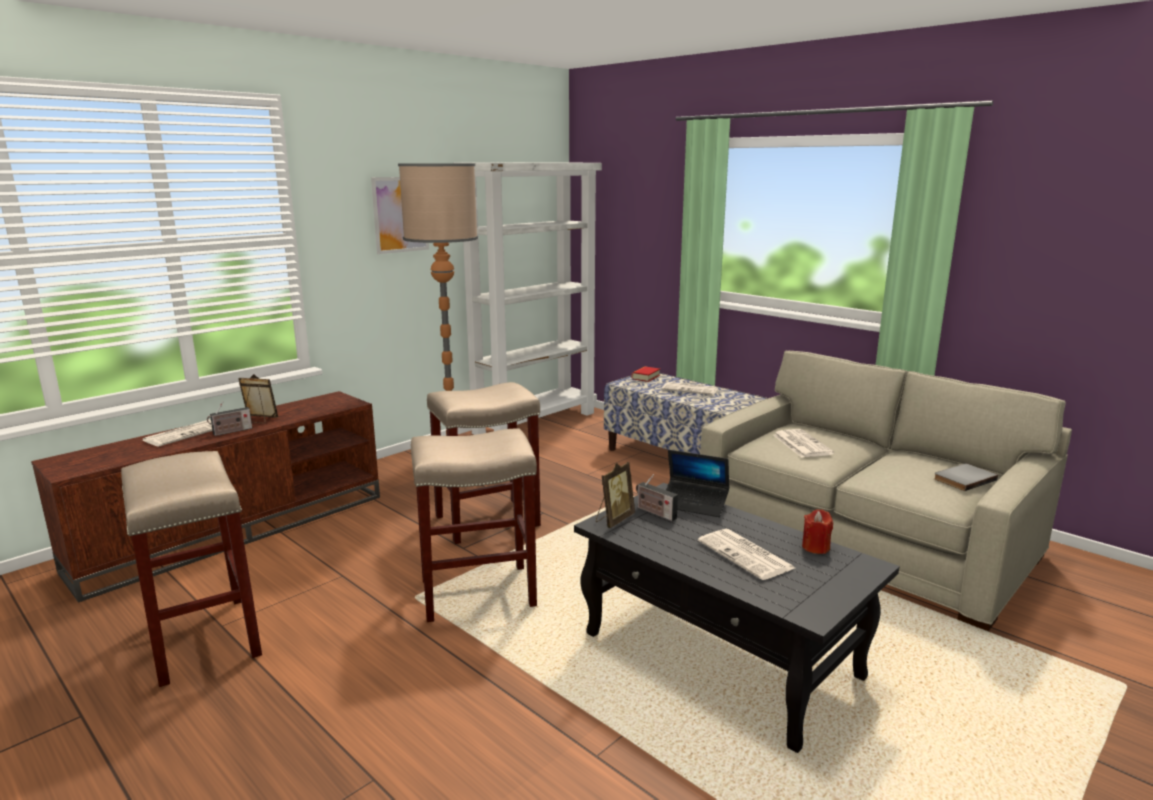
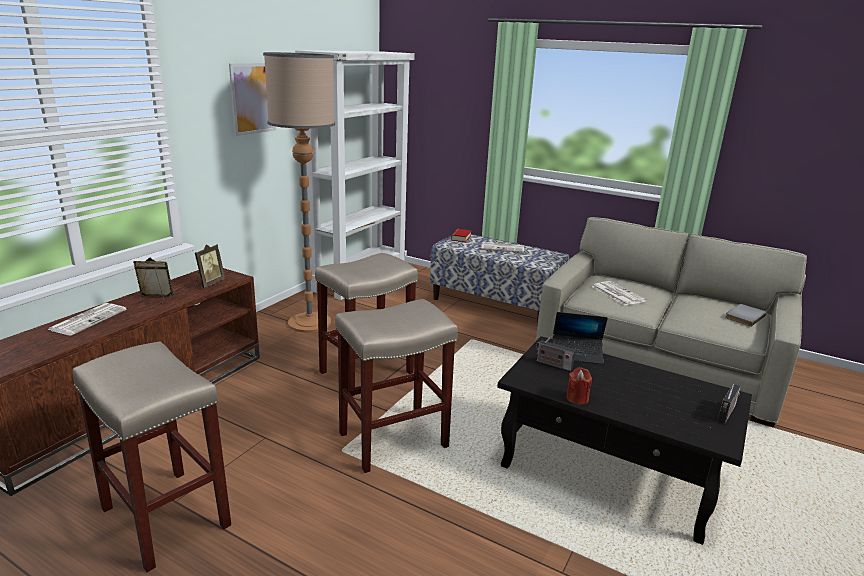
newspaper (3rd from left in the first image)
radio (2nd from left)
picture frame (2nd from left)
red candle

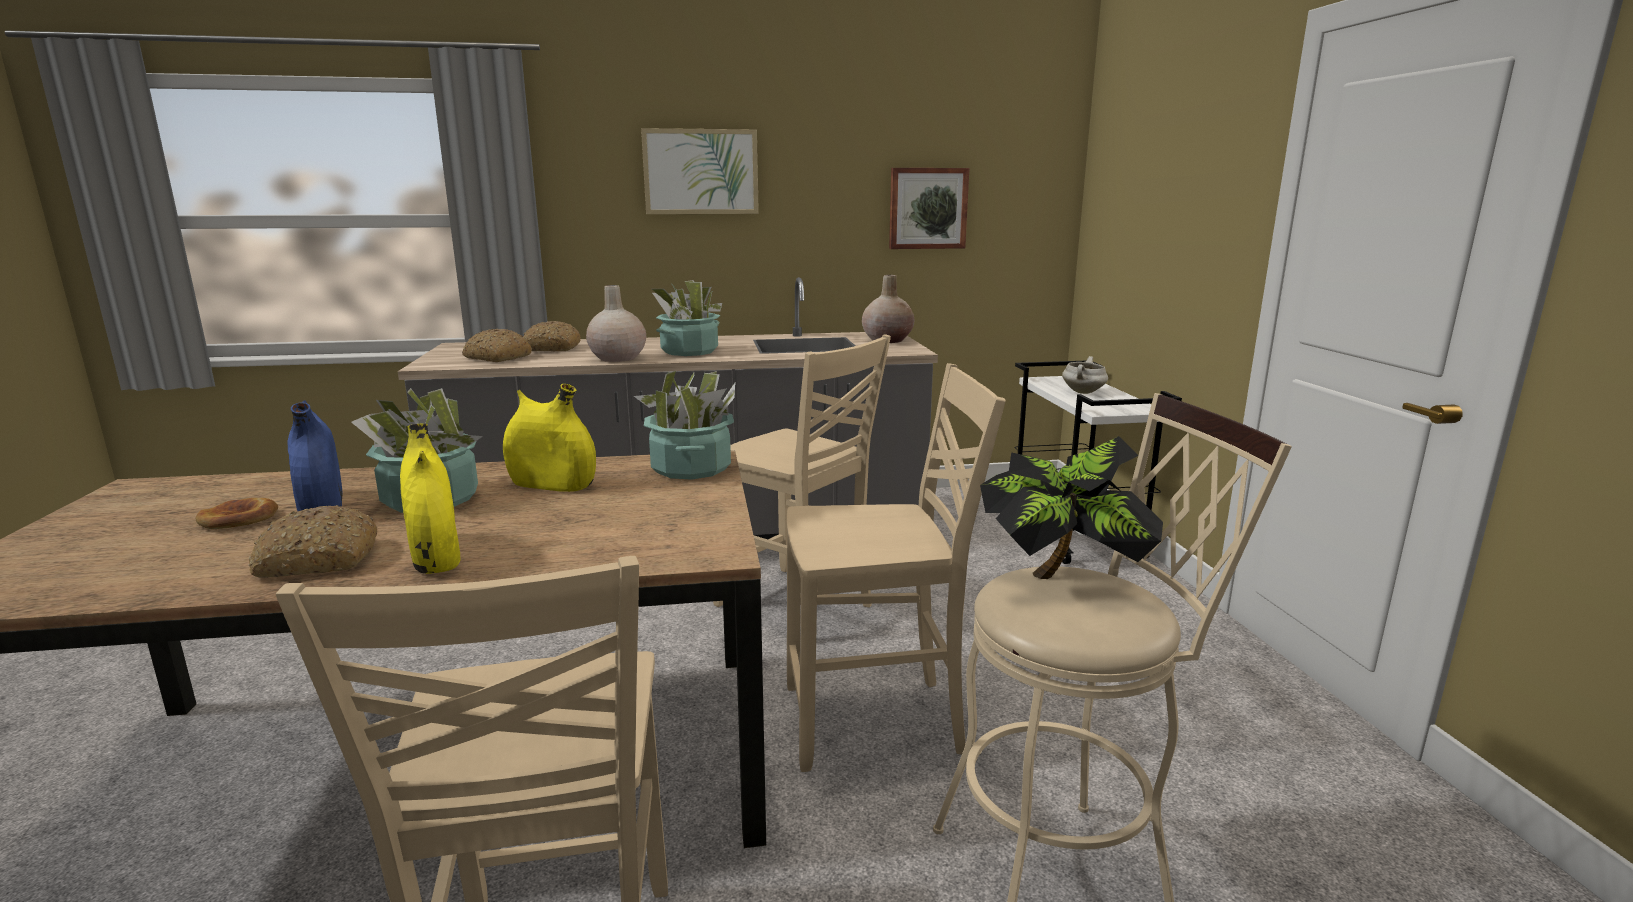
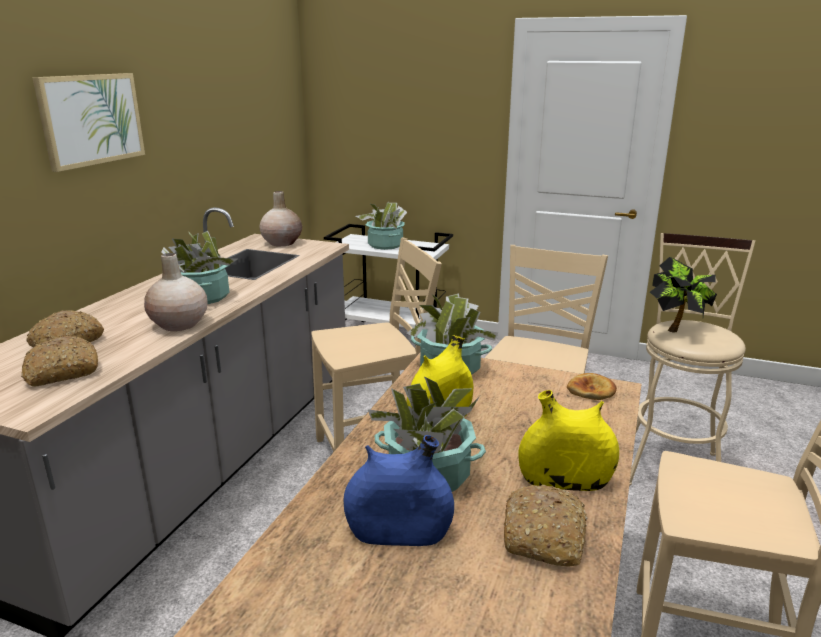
picture (2nd from left in the first image)
bread (4th from left)
potted plant (2nd from left)

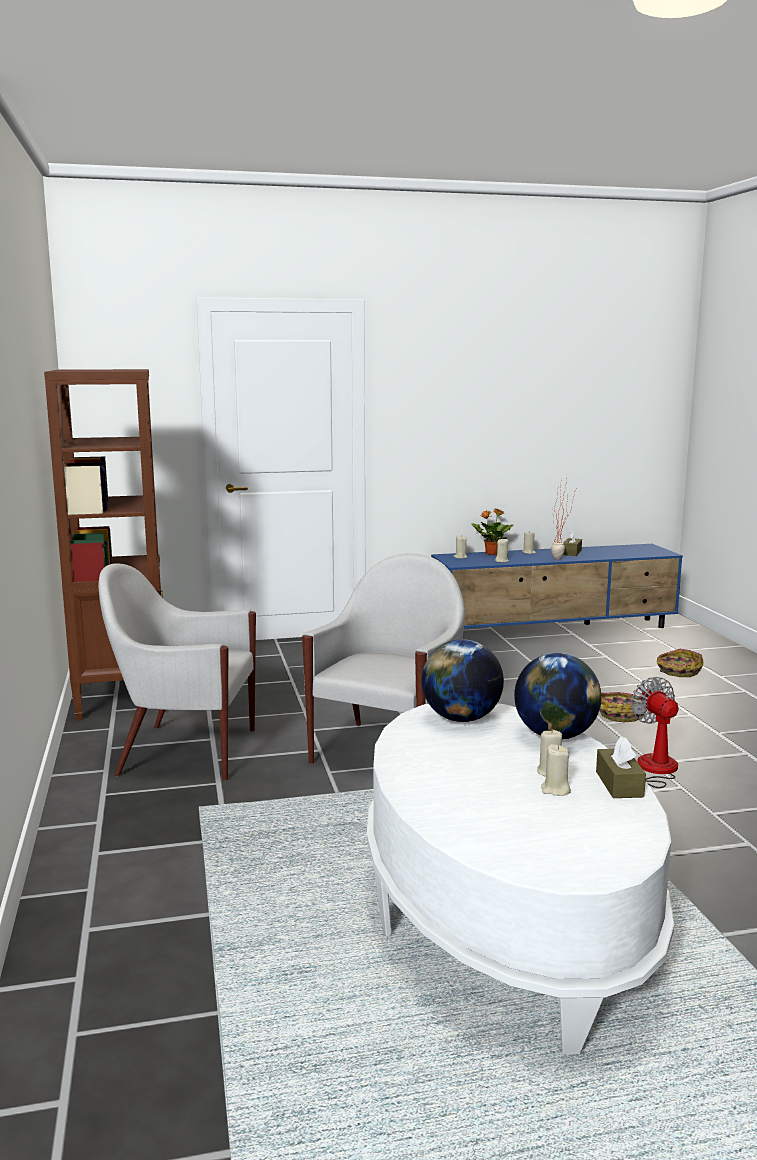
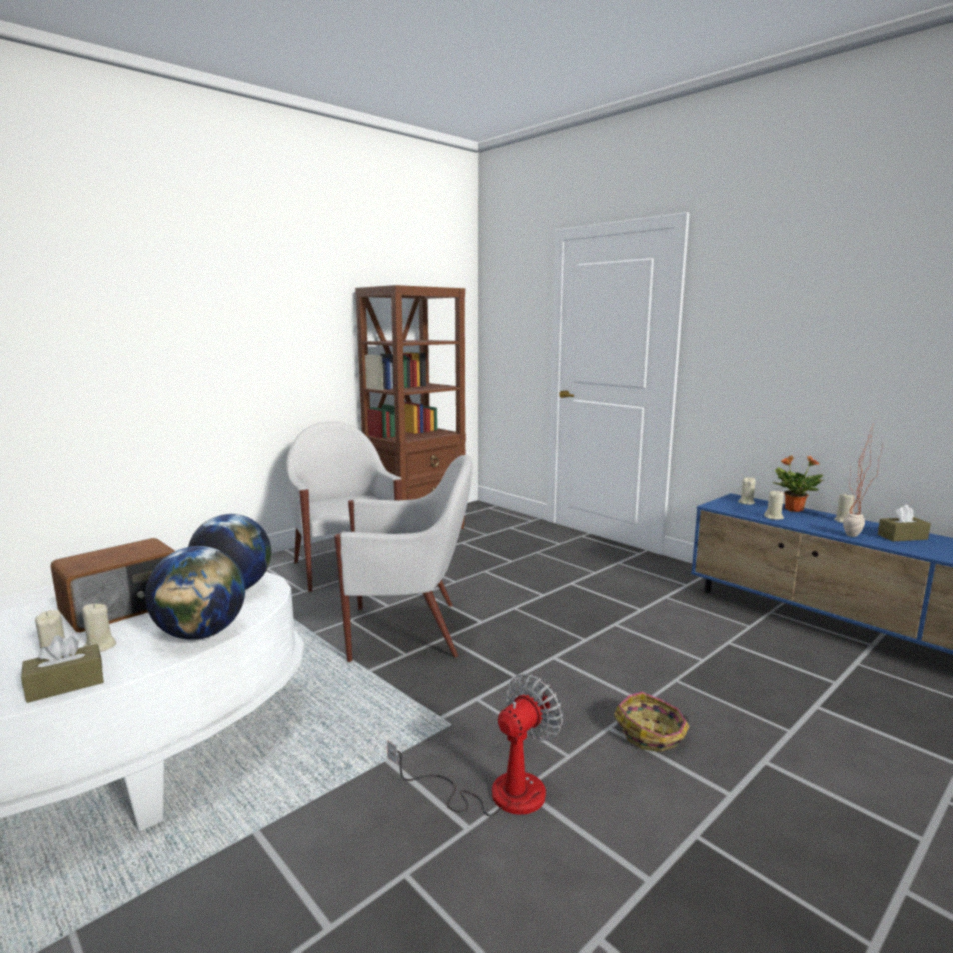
basket (2nd from left in the first image)
radio

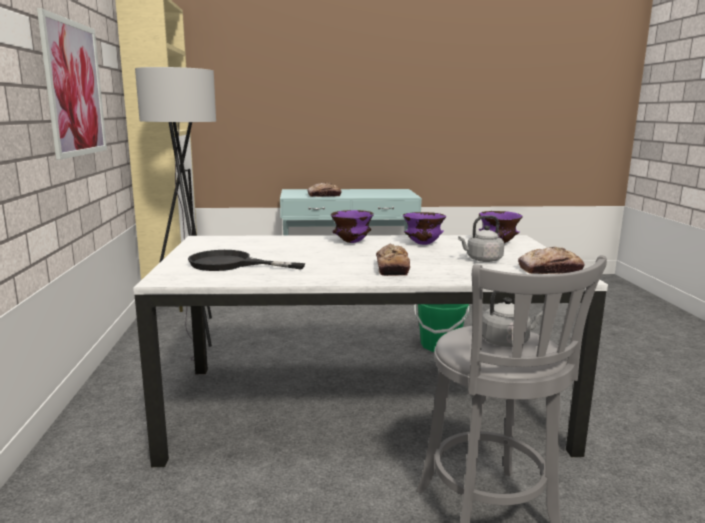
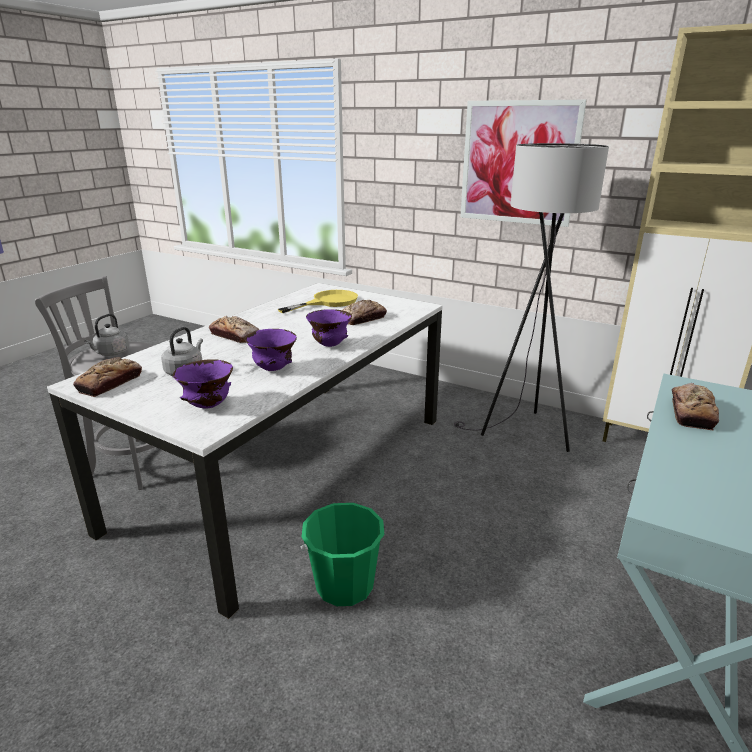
bread (3rd from left)
yellow frying pan

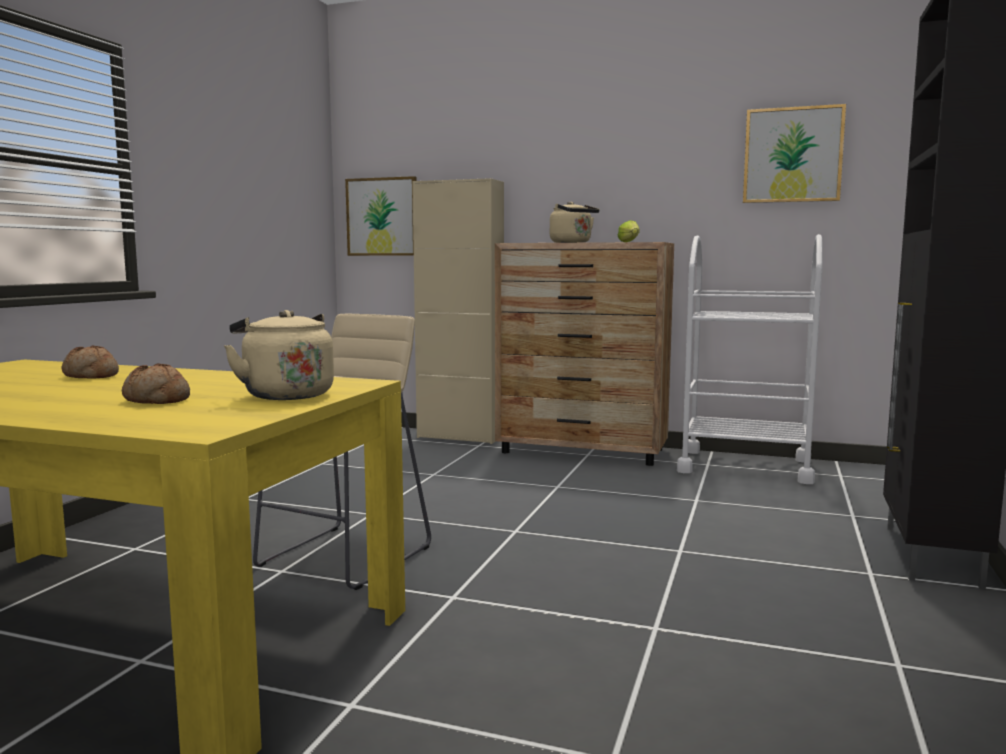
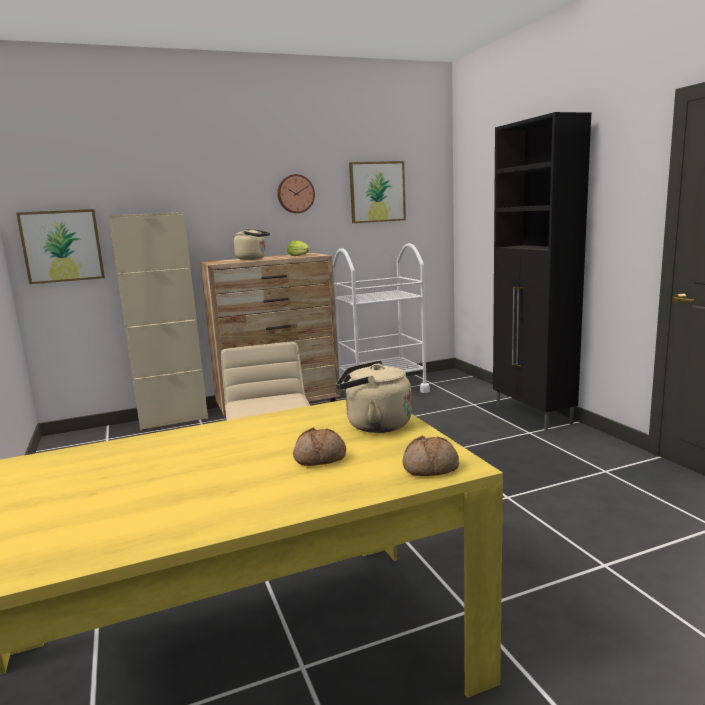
wall clock
bread (2nd from left)

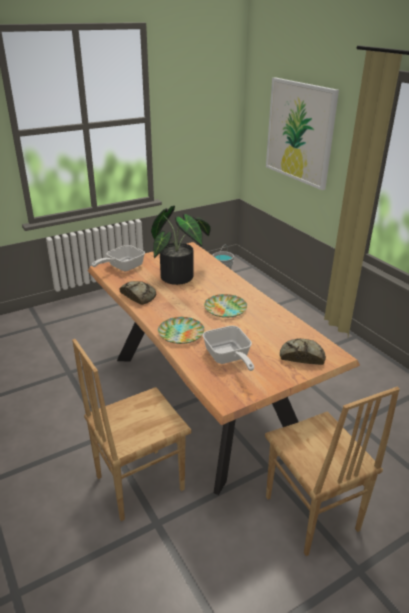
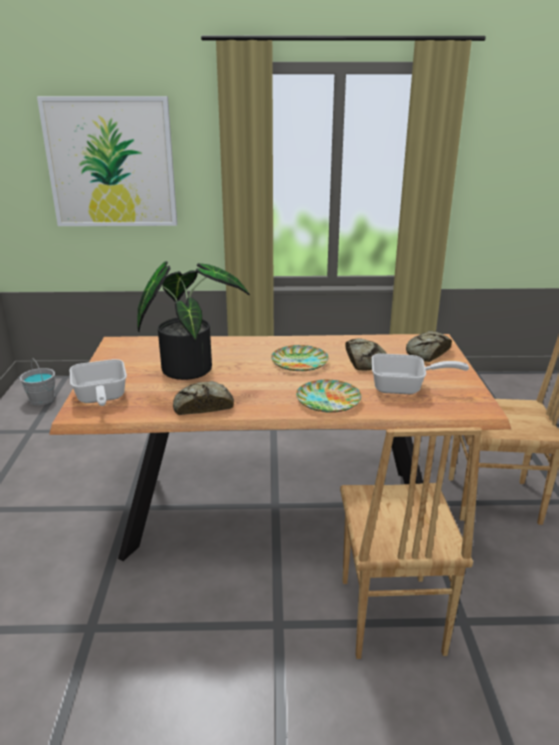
bread (2nd from left)

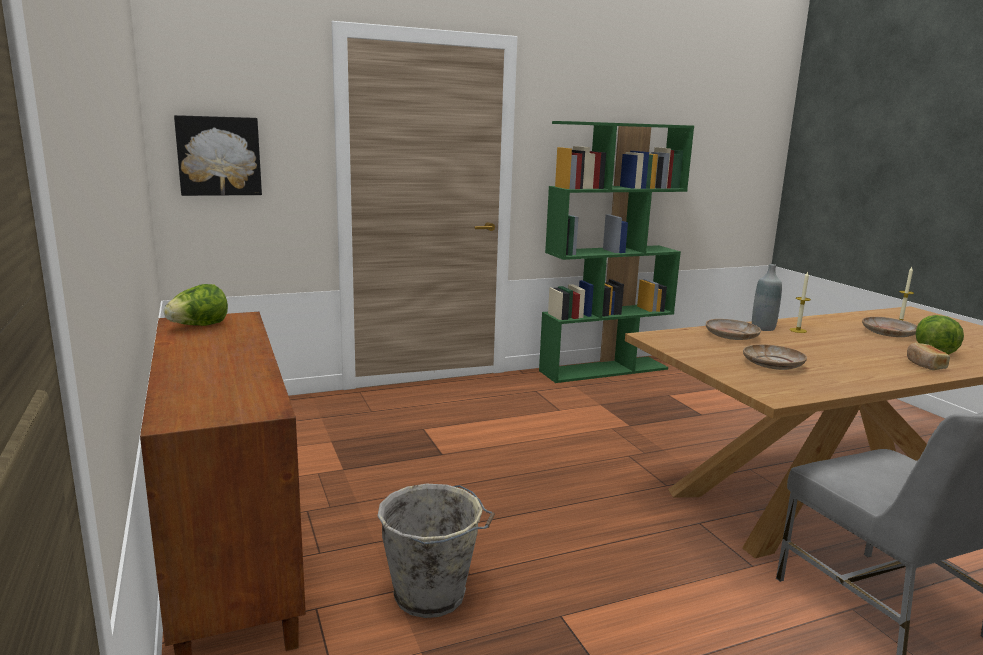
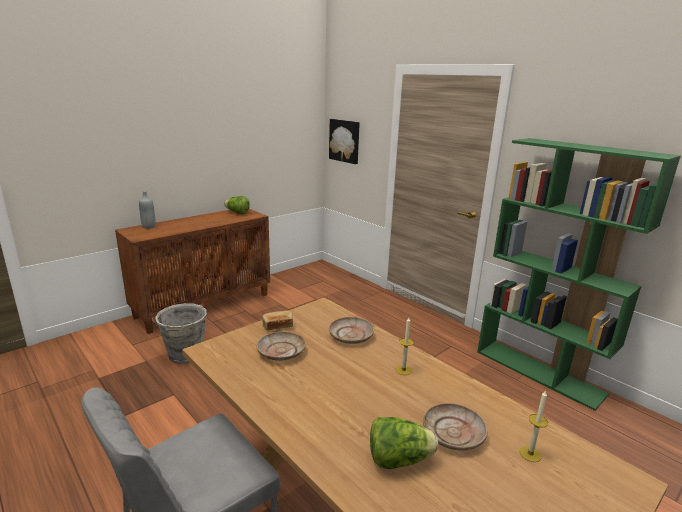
grey bottle
bread

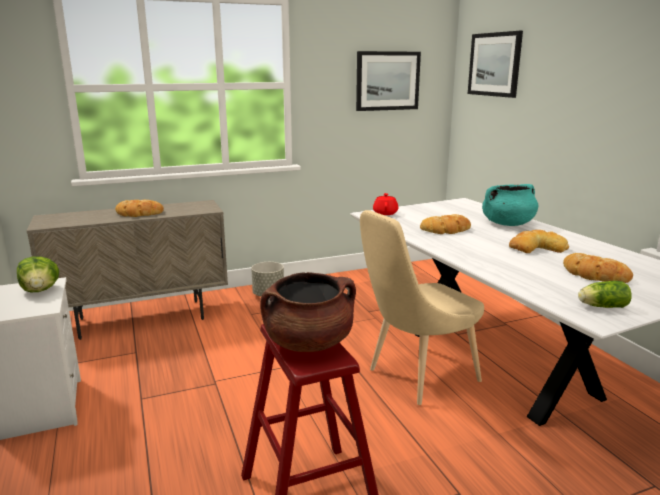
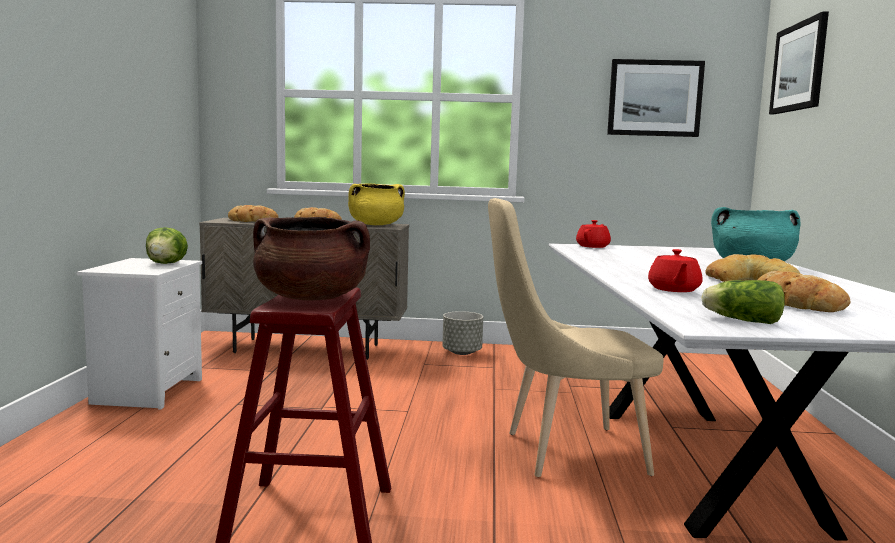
yellow cooking pot
red teapot (2nd from left)
bread (1st from left)

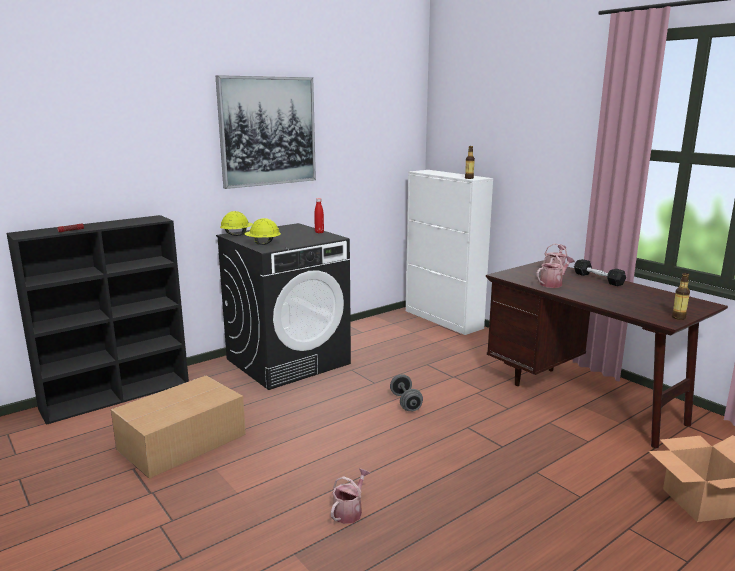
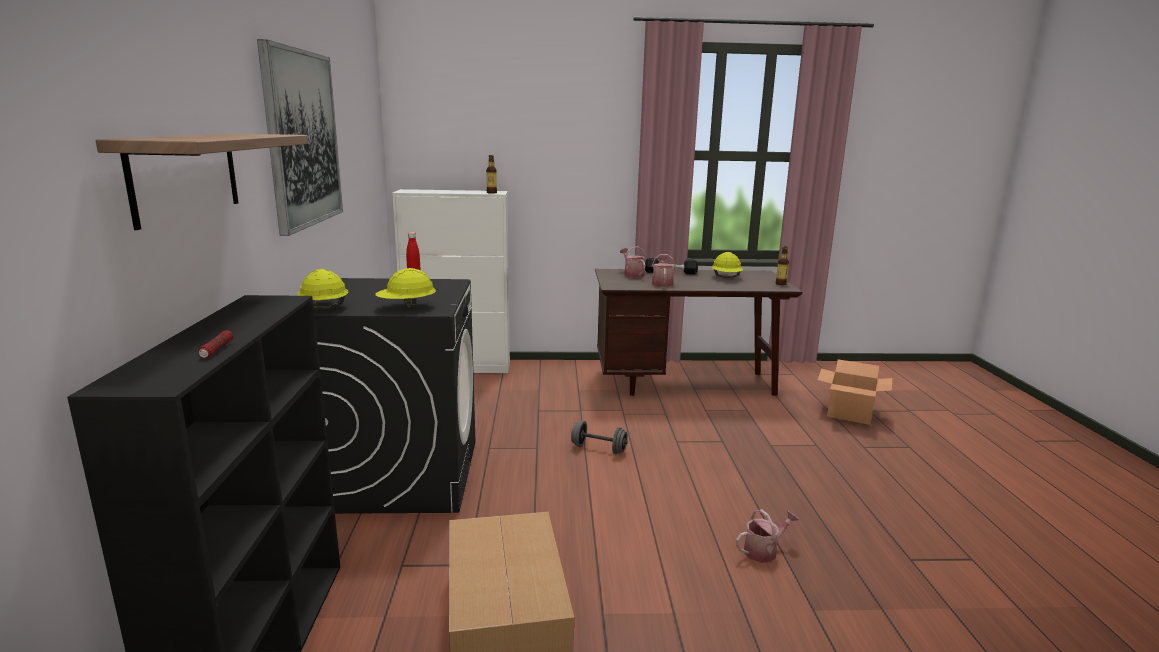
shelf
yellow hard hat (3rd from left)
watering can (3rd from left)

